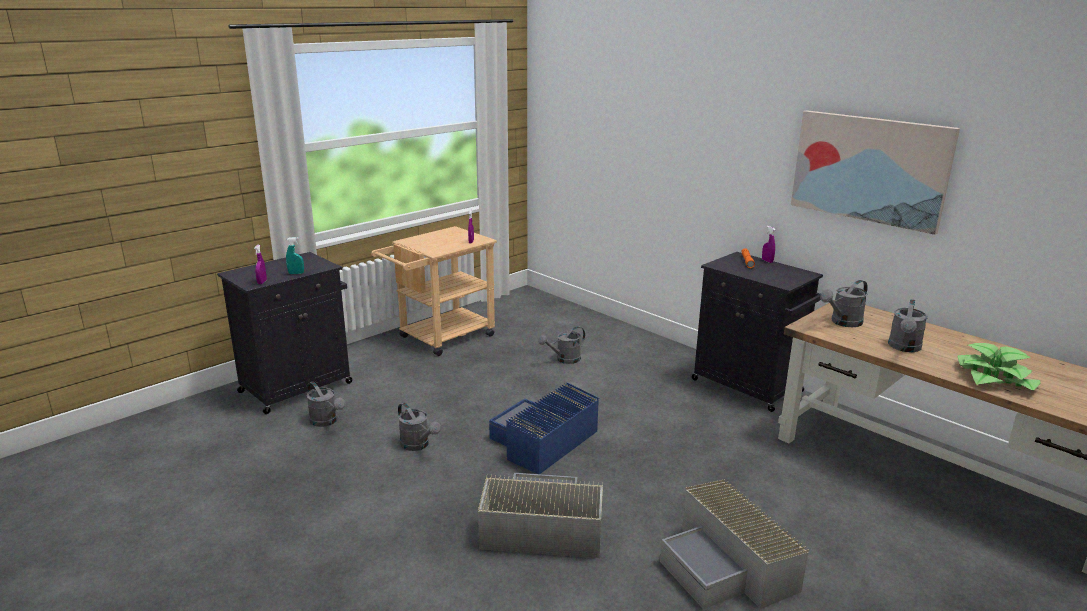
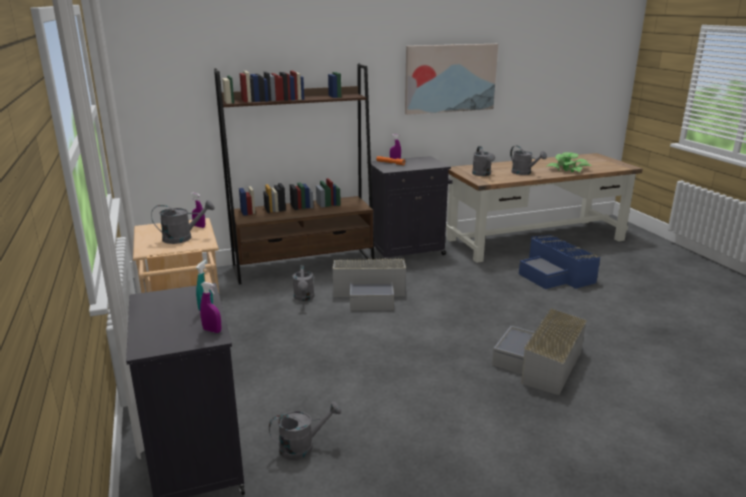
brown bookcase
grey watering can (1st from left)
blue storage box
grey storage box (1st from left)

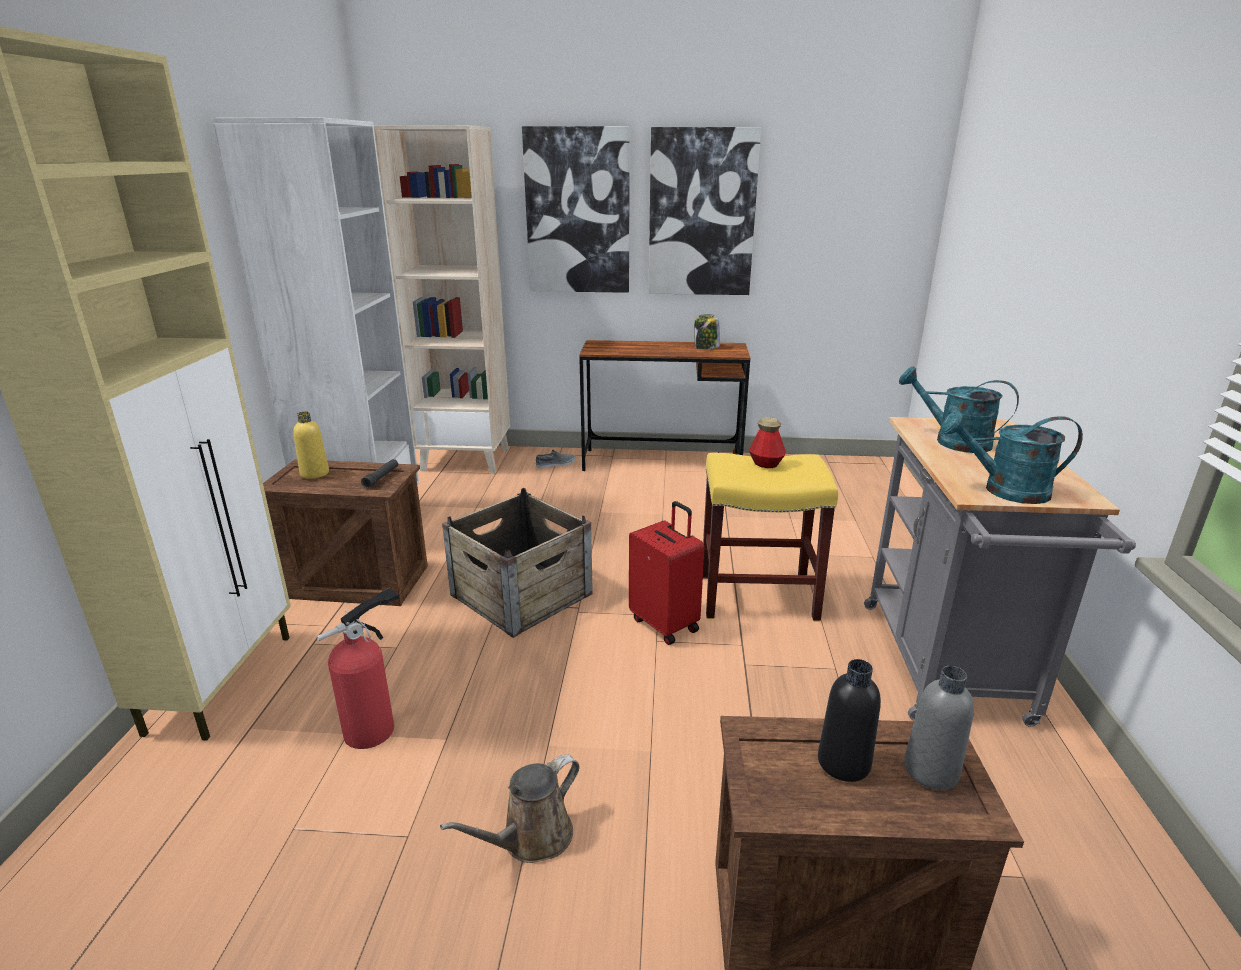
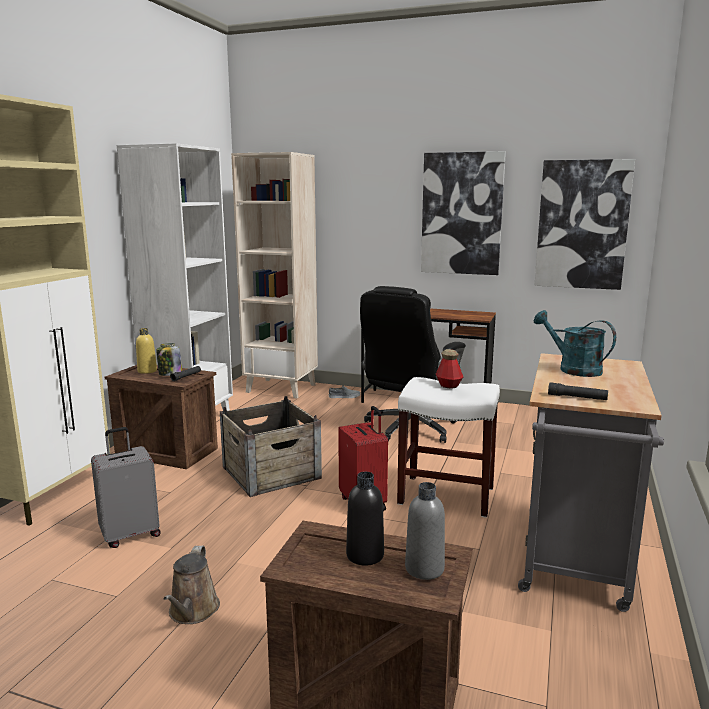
black office chair
picture (2nd from left)
jar
grey suitcase
black flashlight (2nd from left)
white stool
brown watering can

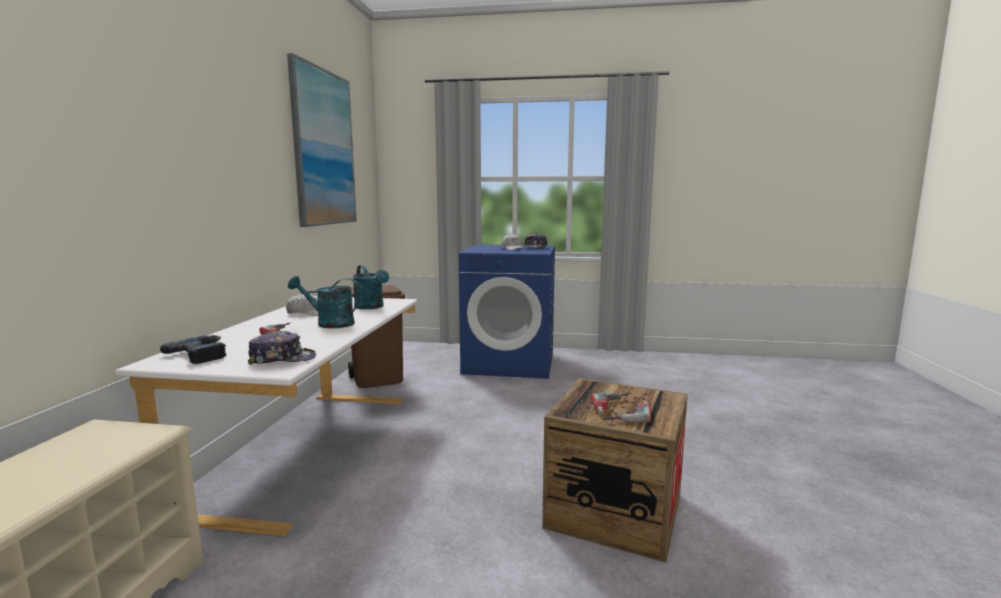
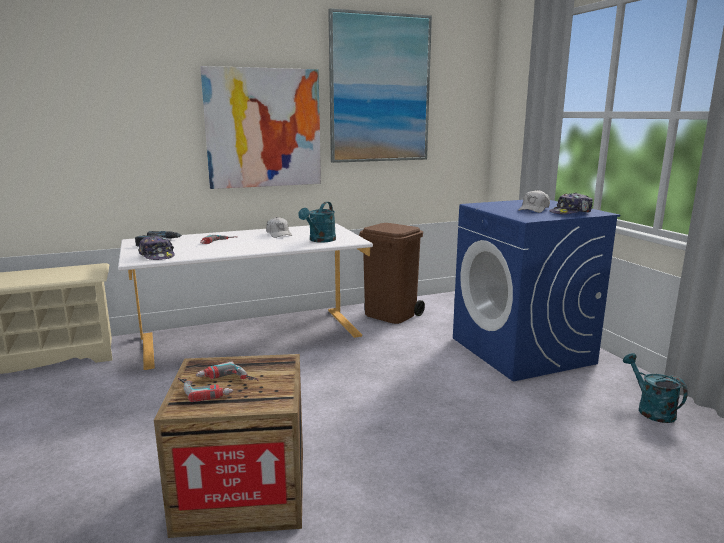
picture (1st from left)
turquoise watering can (2nd from left)

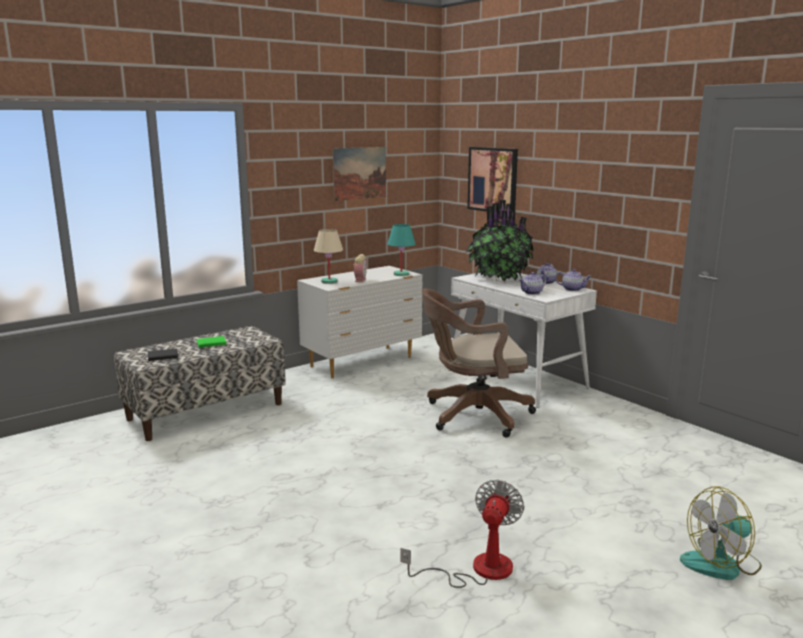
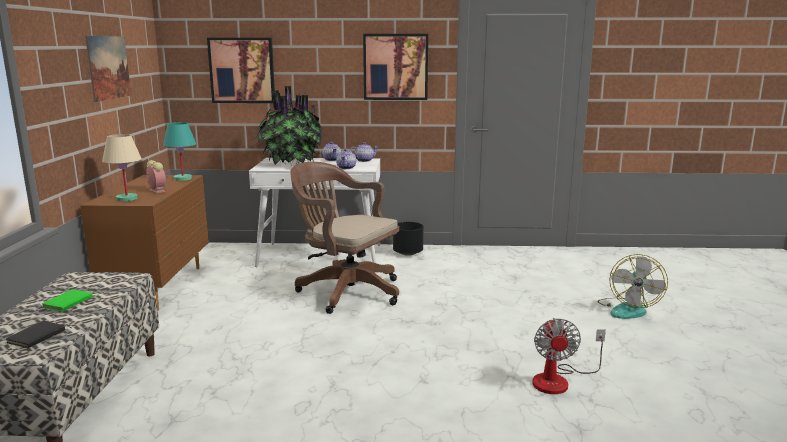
picture (3rd from left)
black planter
brown dresser
fan (1st from left)
brown office chair

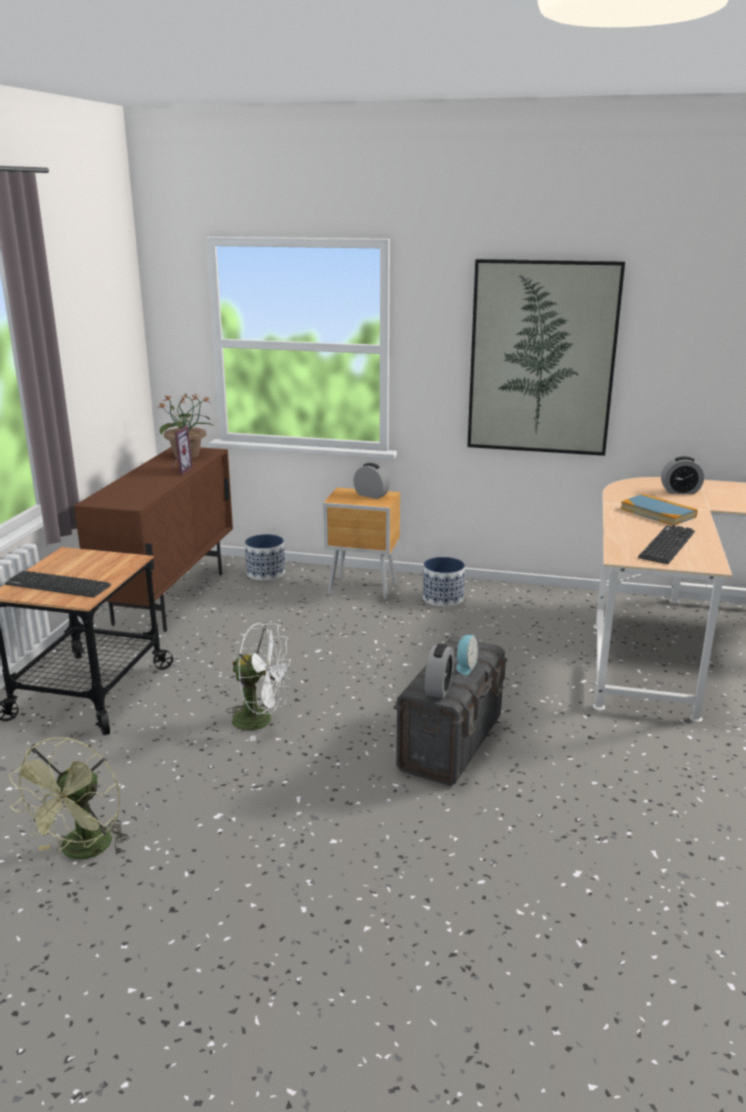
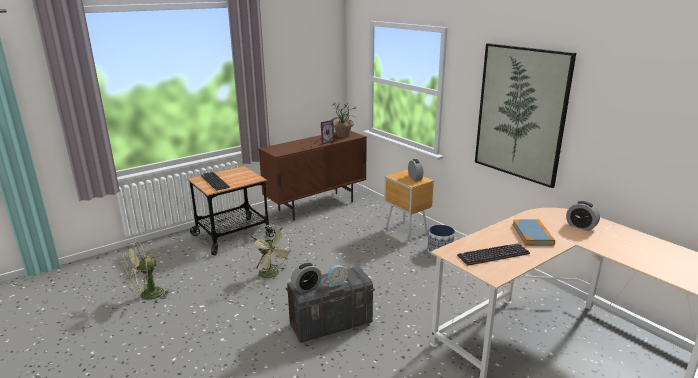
planter (1st from left in the first image)
green fan (2nd from left)

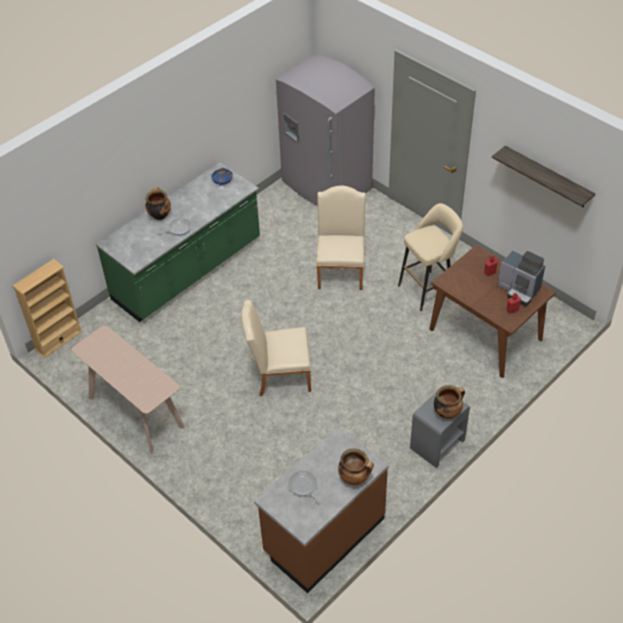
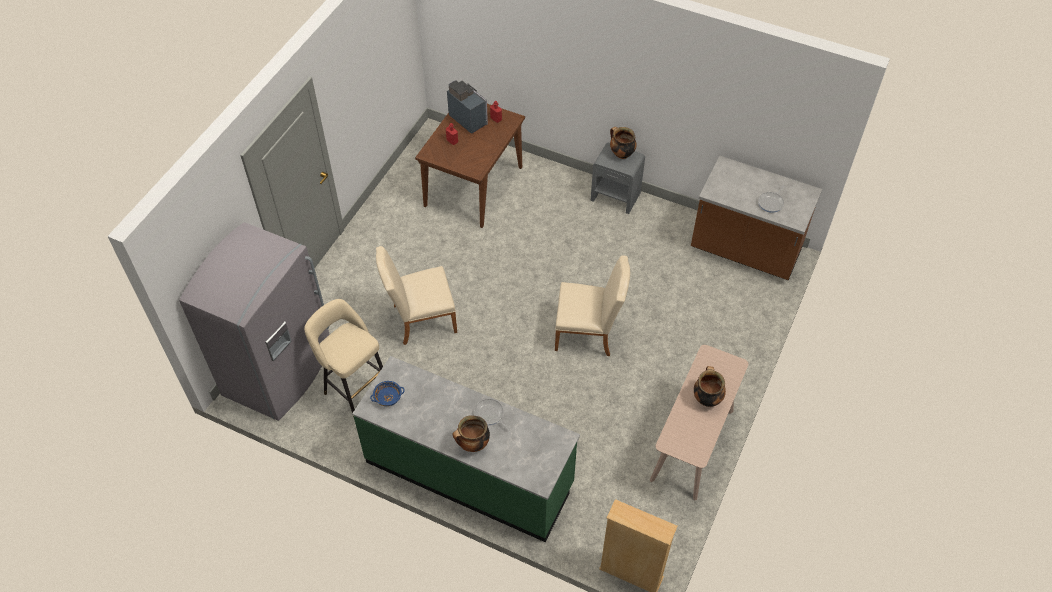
shelf
cooking pot (3rd from left)
beige stool
beige chair (2nd from left)
coffee machine

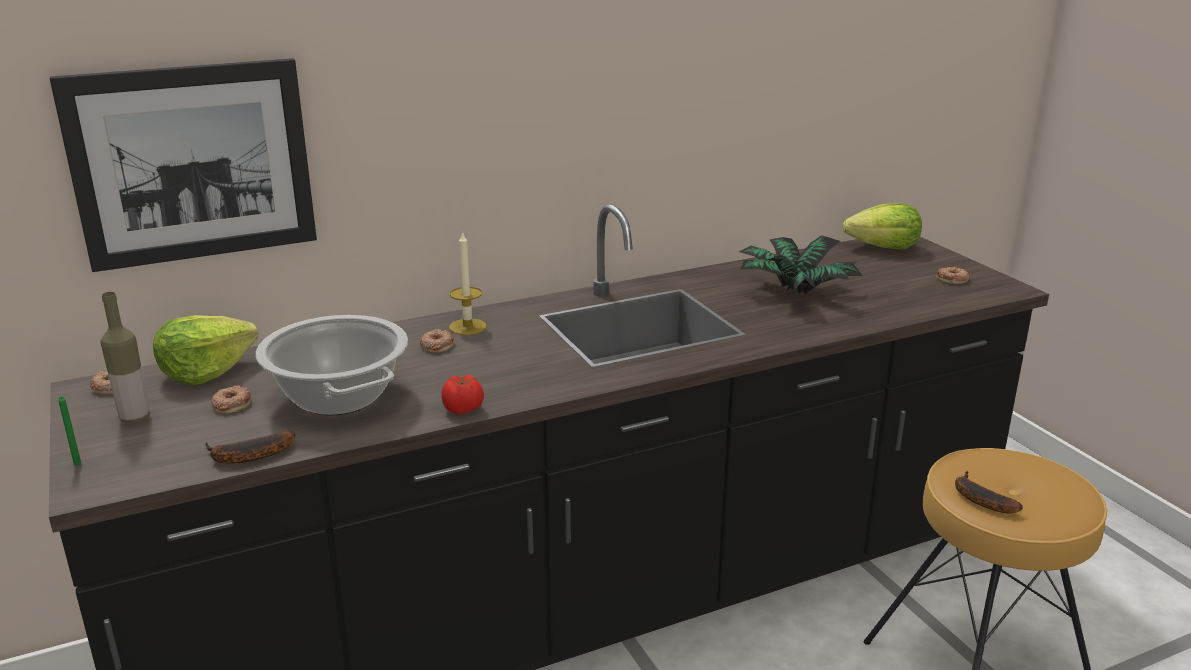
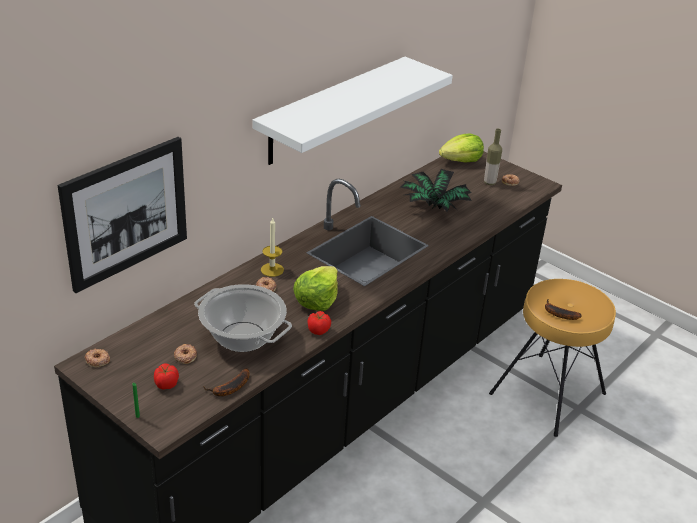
tomato (1st from left)
white shelf
bottle
lettuce (1st from left)

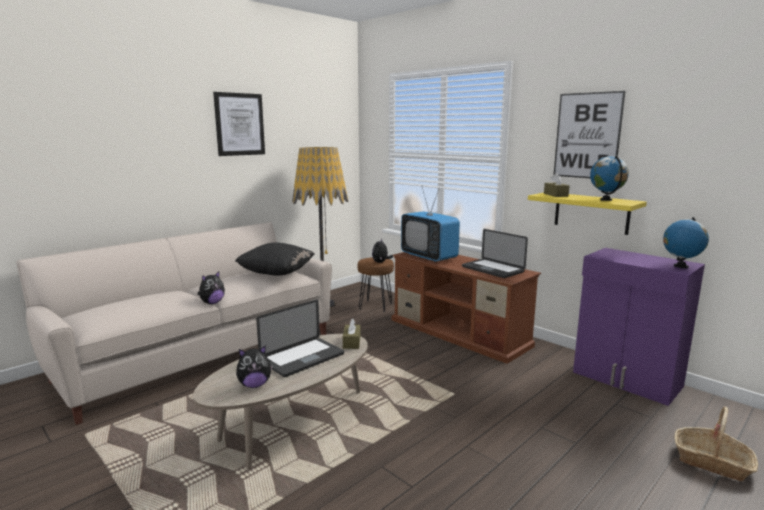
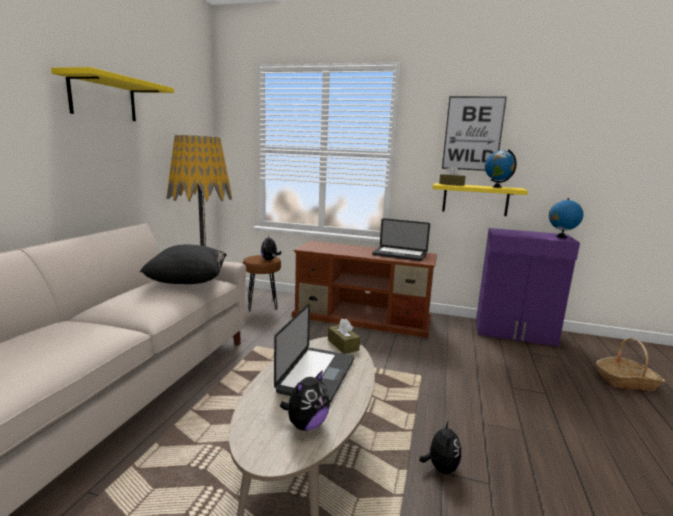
television
plush toy (3rd from left)
yellow shelf (1st from left)

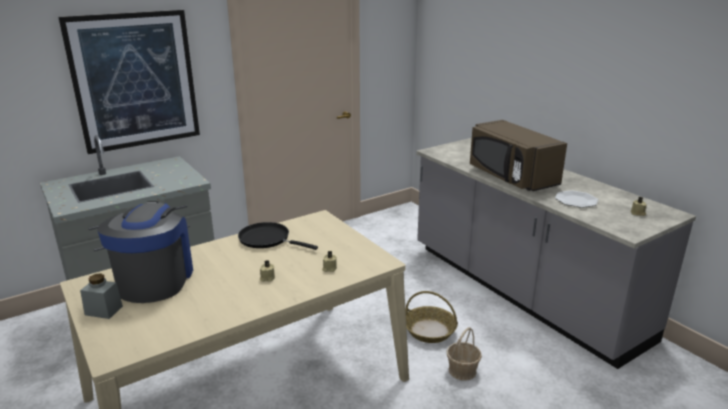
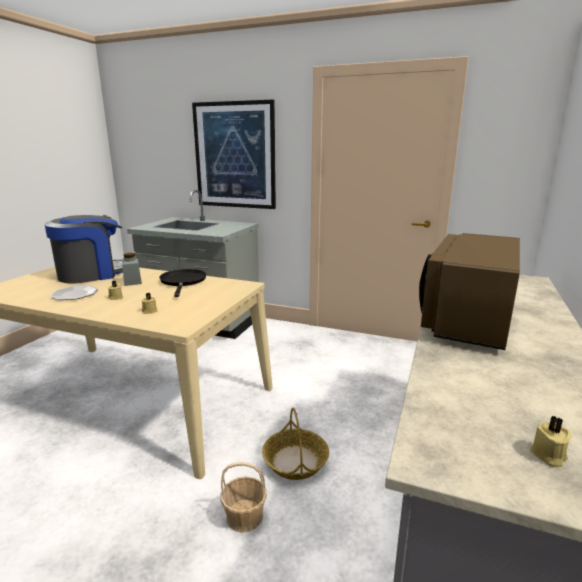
grey jar
plate

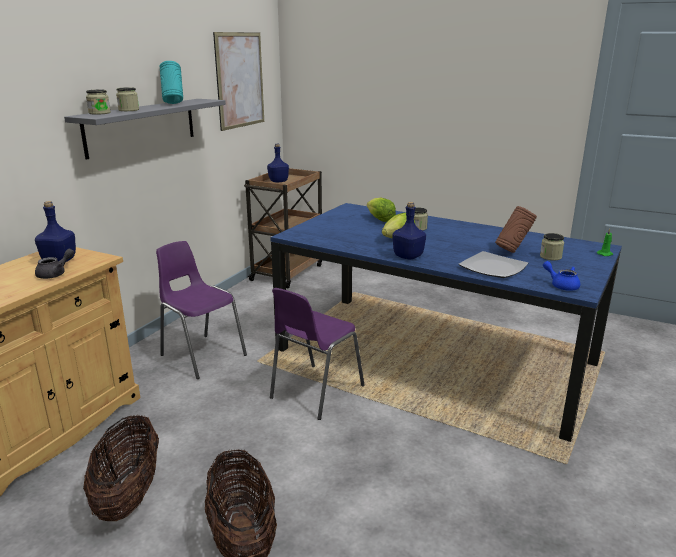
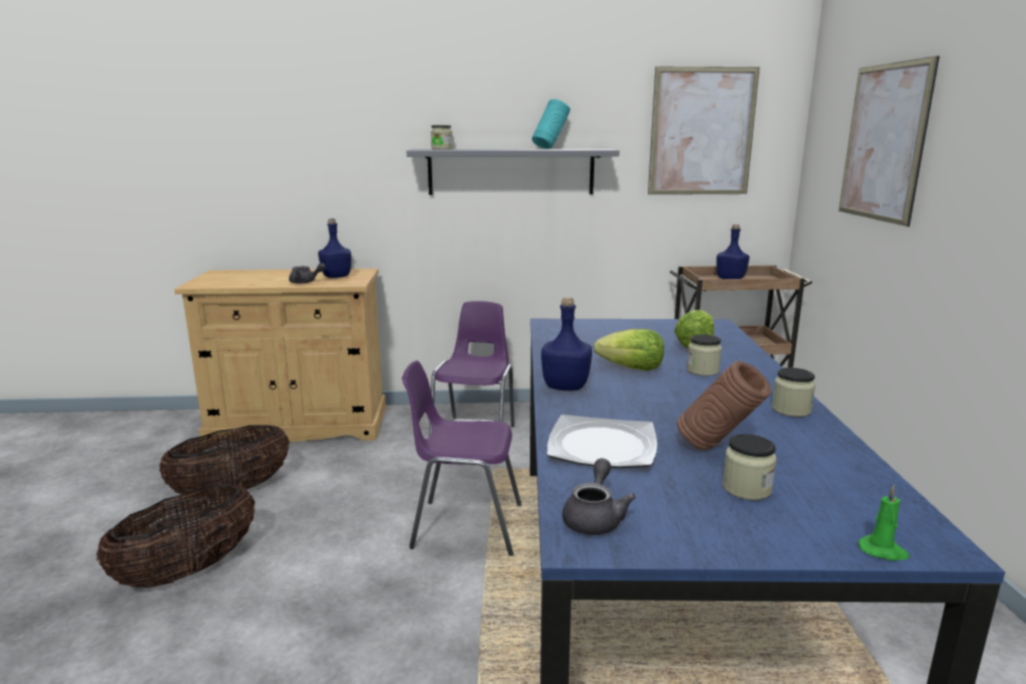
picture (2nd from left)
jar (4th from left)
grey teapot (2nd from left)

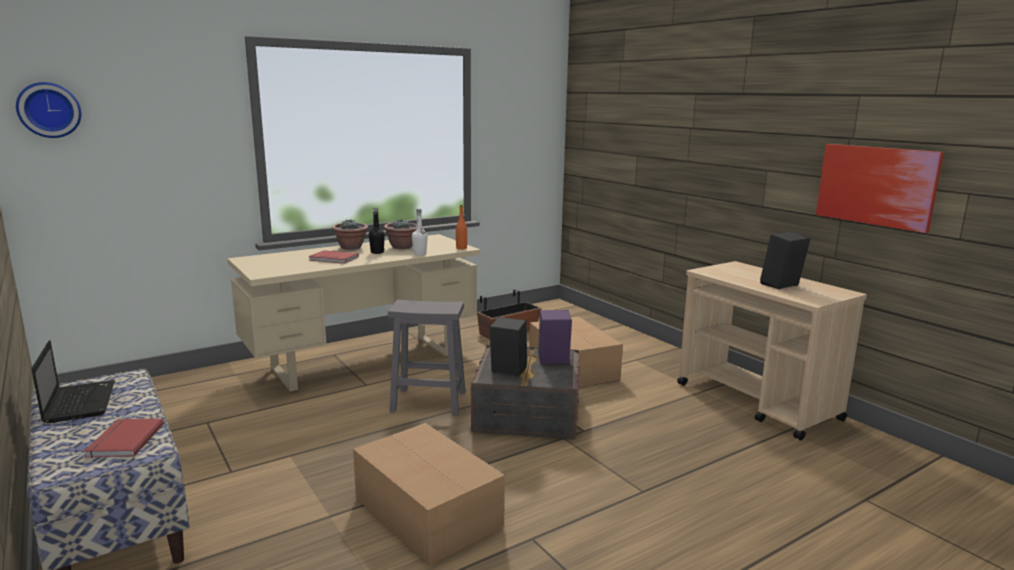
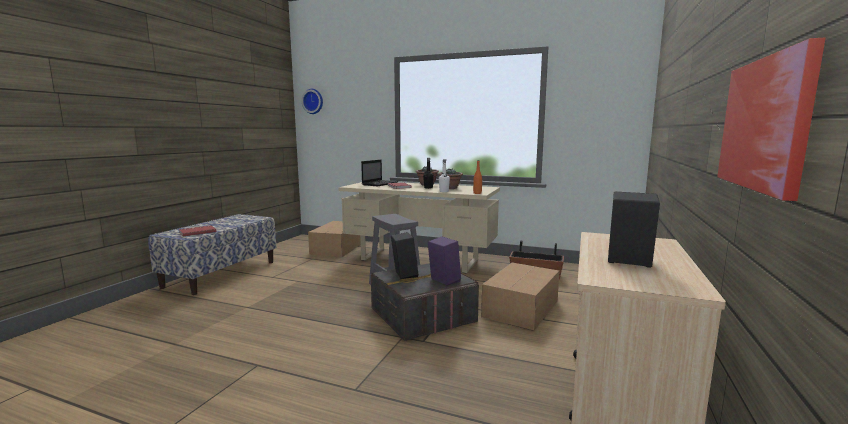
laptop
cardboard box (1st from left)

